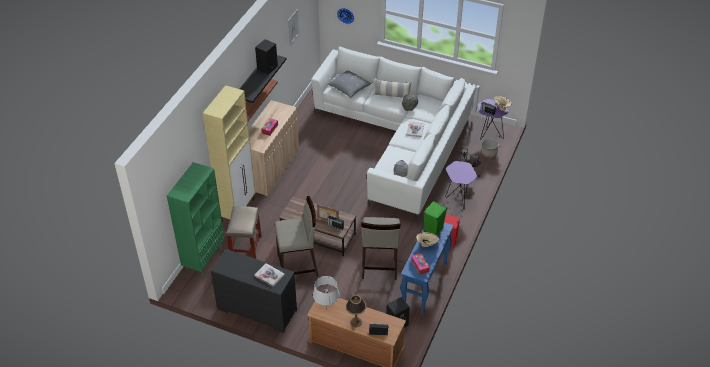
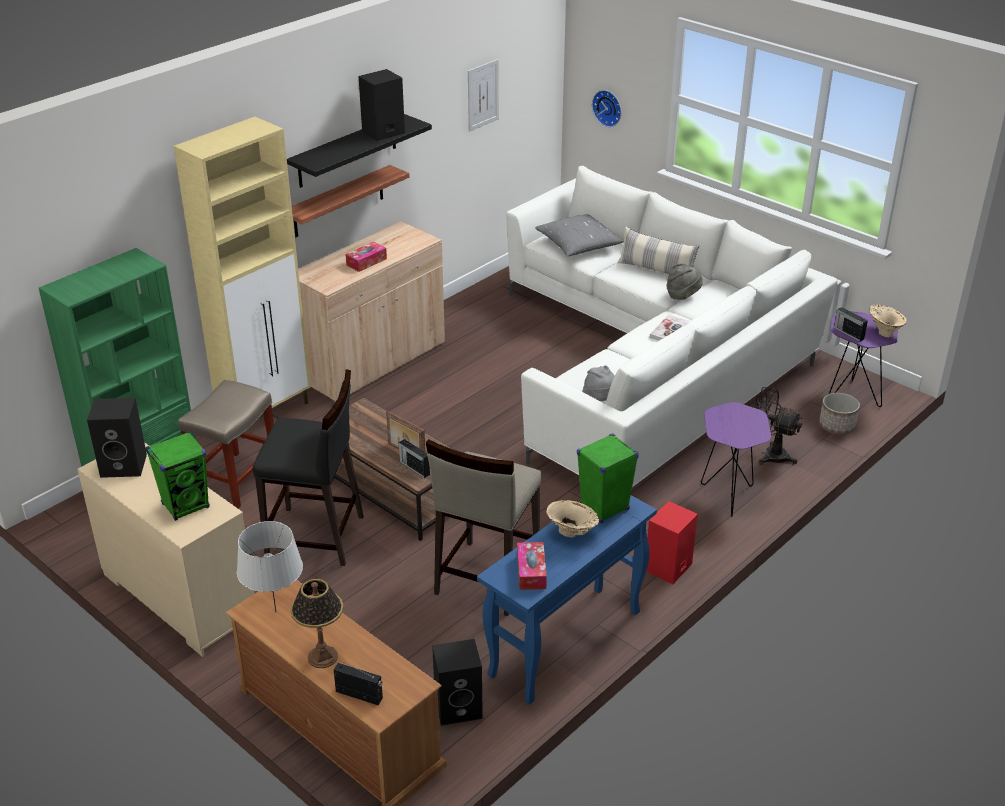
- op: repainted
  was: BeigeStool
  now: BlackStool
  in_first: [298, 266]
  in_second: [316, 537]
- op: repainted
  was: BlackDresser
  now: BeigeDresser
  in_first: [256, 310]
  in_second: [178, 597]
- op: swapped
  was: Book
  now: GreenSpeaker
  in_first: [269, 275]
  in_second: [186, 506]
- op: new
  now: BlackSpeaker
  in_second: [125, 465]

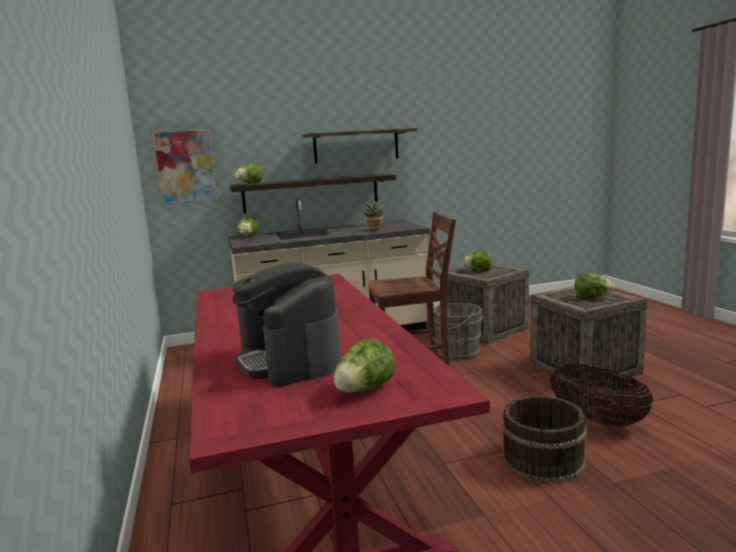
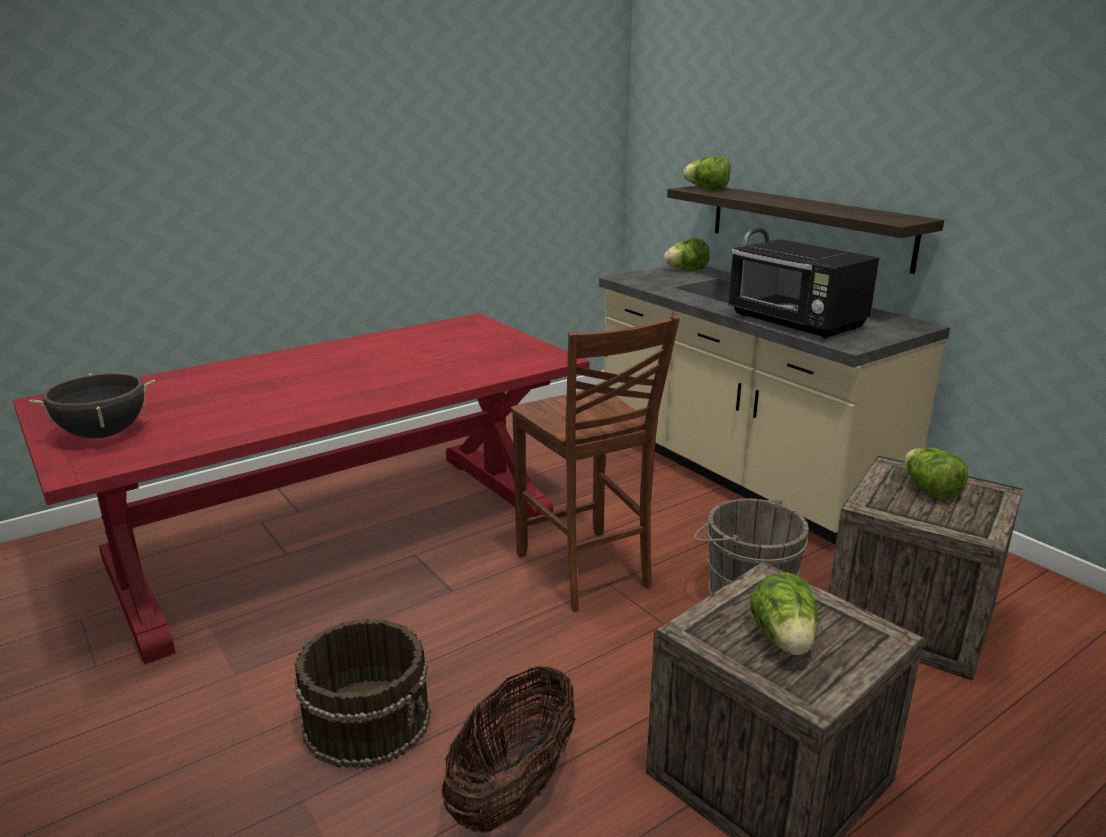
- op: gone
  was: Picture
  in_first: [185, 166]
- op: gone
  was: Shelf
  in_first: [356, 146]
- op: swapped
  was: PottedPlant
  now: BlackMicrowave
  in_first: [375, 230]
  in_second: [796, 323]
- op: gone
  was: CoffeeMachine
  in_first: [289, 360]
- op: swapped
  was: Lettuce
  now: BlackCookingPot
  in_first: [364, 390]
  in_second: [104, 434]

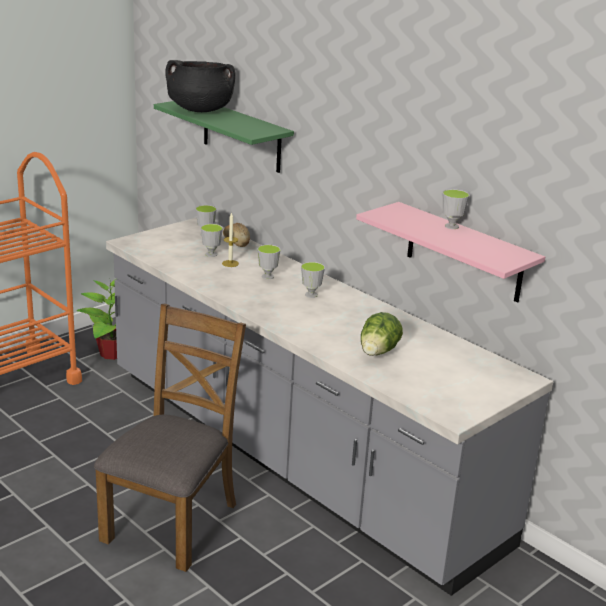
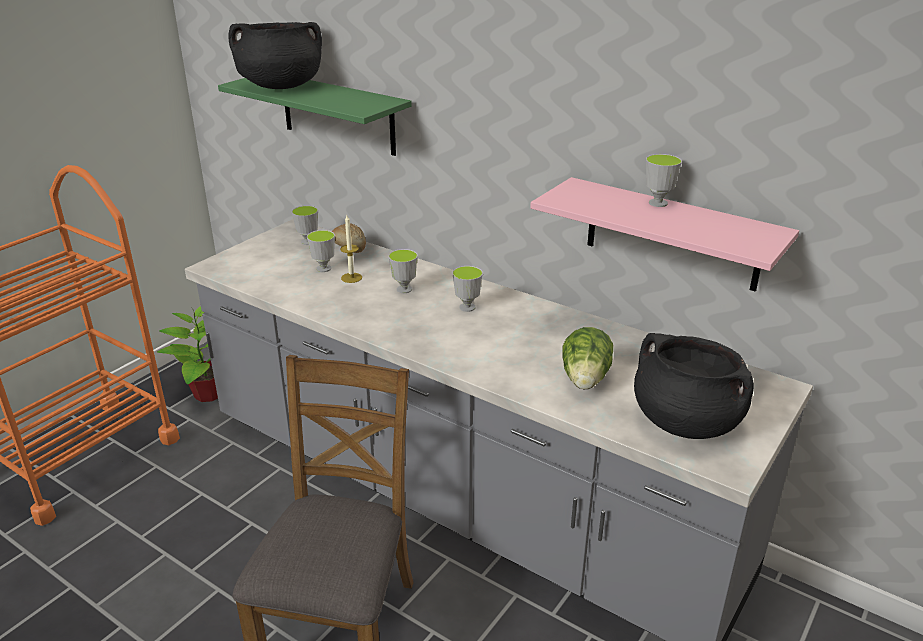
- op: new
  now: BlackCookingPot
  in_second: [685, 421]

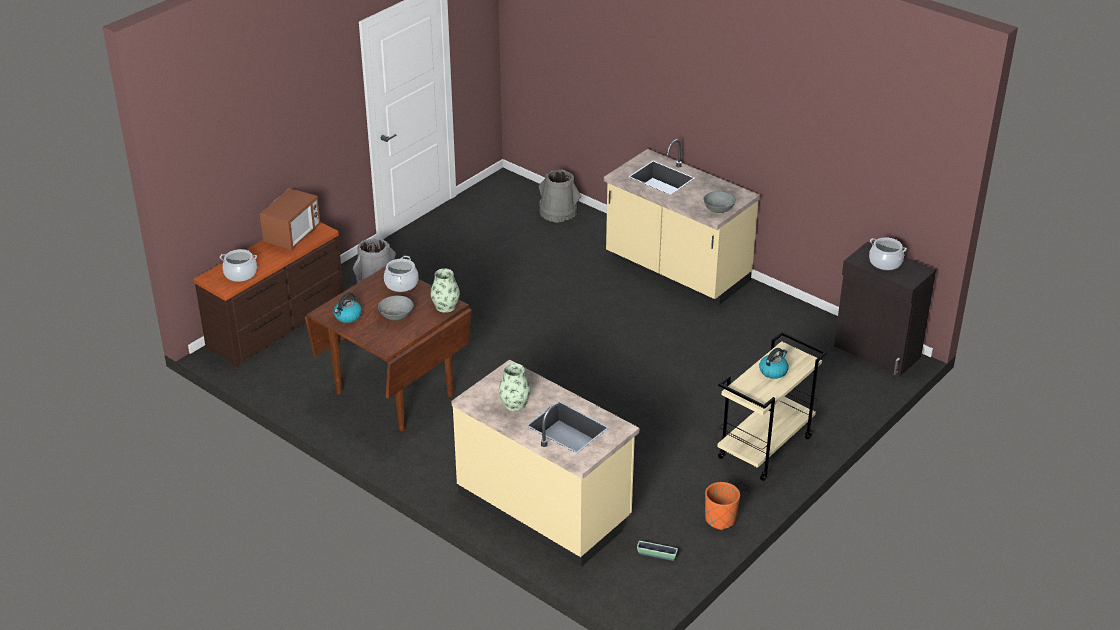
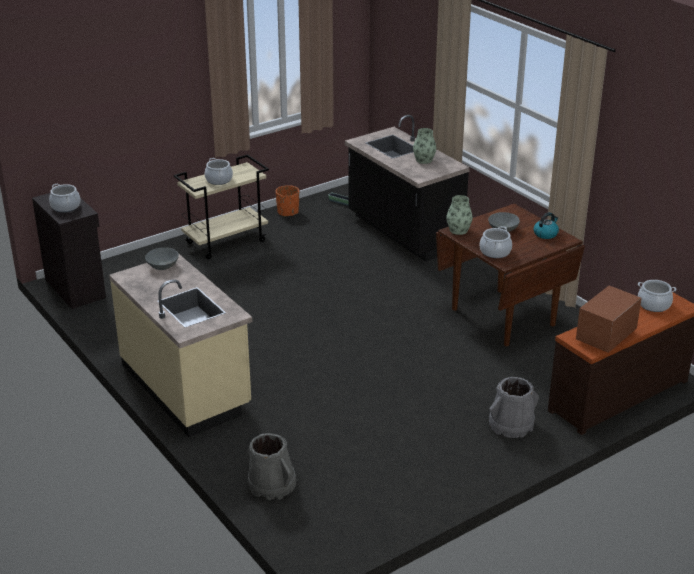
- op: swapped
  was: Kettle
  now: CookingPot
  in_first: [773, 371]
  in_second: [219, 180]
- op: repainted
  was: BeigeCounter
  now: BlackCounter
  in_first: [545, 507]
  in_second: [403, 233]

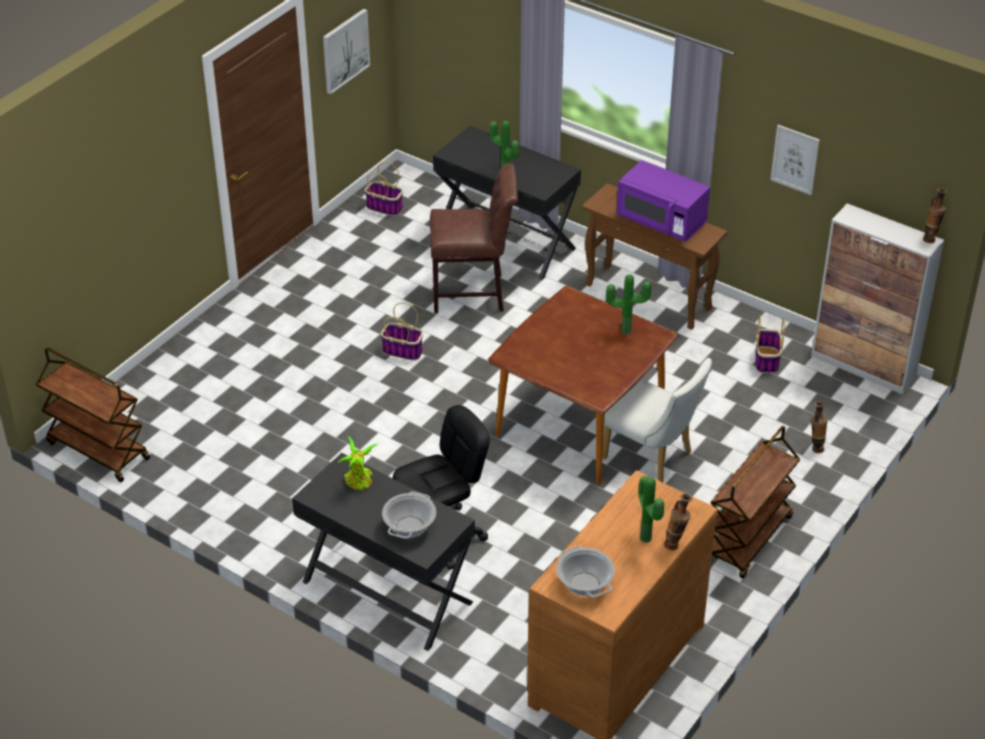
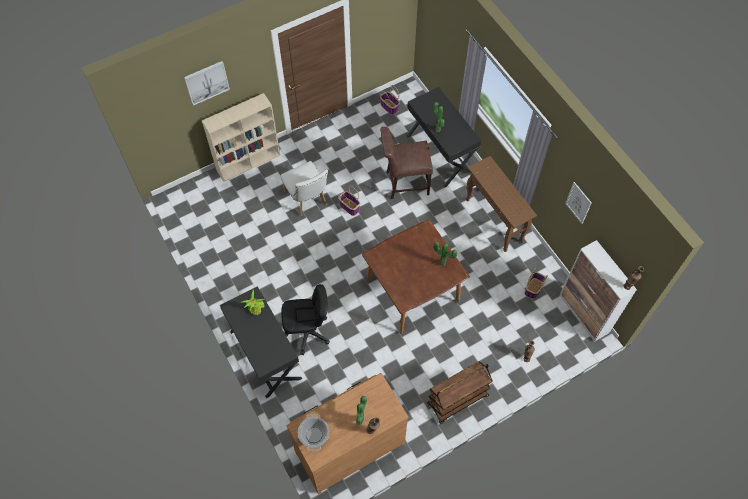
- op: shifted
  was: Picture
  in_first: [345, 50]
  in_second: [206, 82]
- op: gone
  was: PurpleMicrowave
  in_first: [661, 221]
- op: rotated
  was: BrownChair
  in_first: [473, 294]
  in_second: [404, 183]
  clockwise: 150
- op: gone
  was: BrownCart
  in_first: [97, 451]
- op: shifted
  was: WhiteChair
  in_first: [653, 457]
  in_second: [307, 200]
- op: gone
  was: CookingPot
  in_first: [409, 527]
- op: new
  now: BeigeBookcase
  in_second: [249, 162]

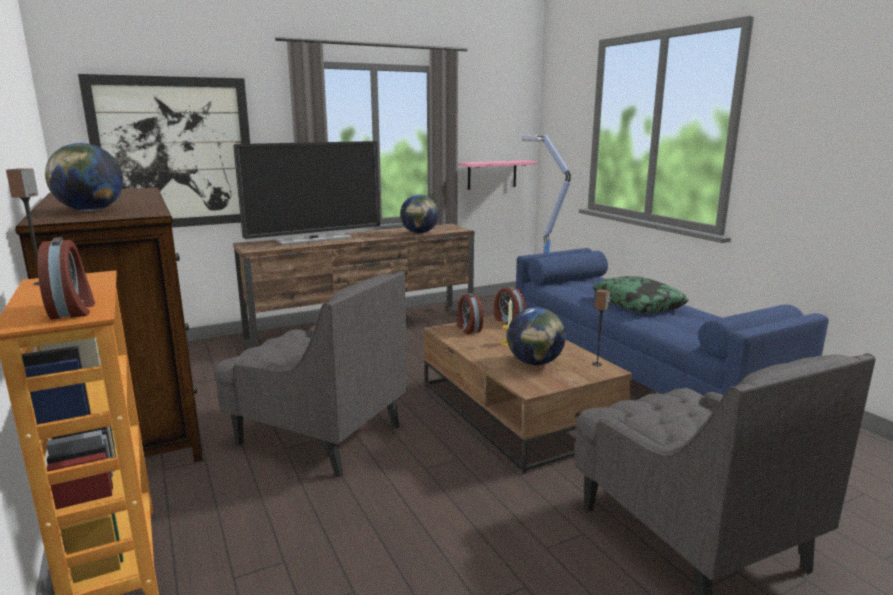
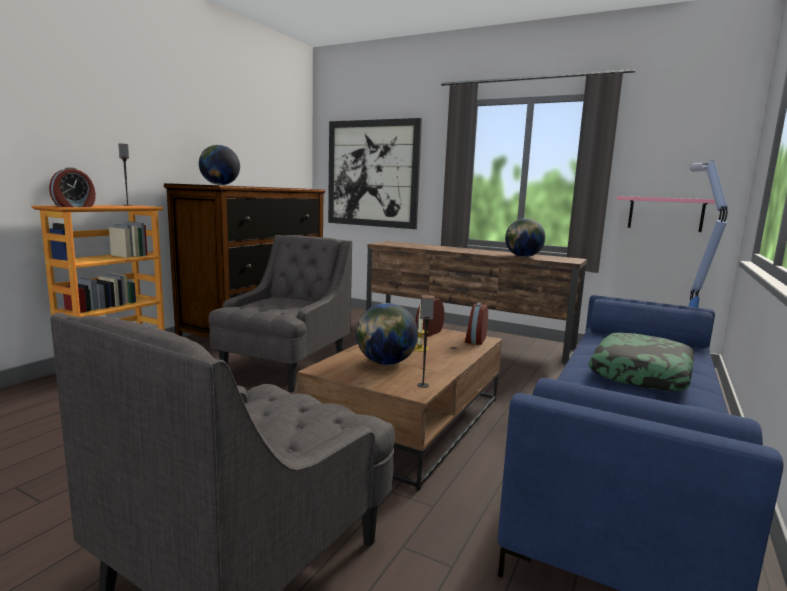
- op: gone
  was: Television
  in_first: [314, 239]
- op: rotated
  was: GreyArmchair
  in_first: [317, 434]
  in_second: [285, 368]
  clockwise: -150

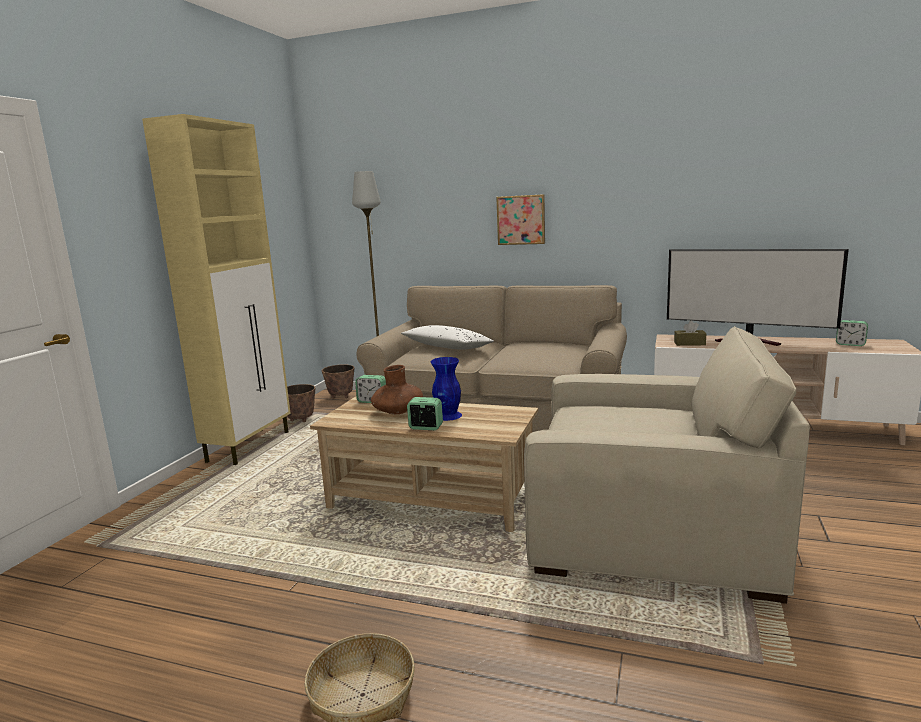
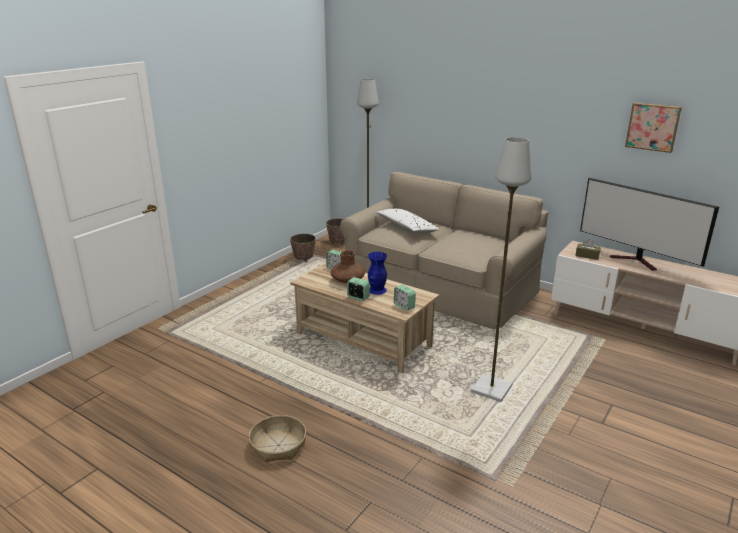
- op: gone
  was: BeigeCabinet
  in_first: [250, 446]
- op: shifted
  was: Picture
  in_first: [521, 220]
  in_second: [653, 126]
- op: shifted
  was: AlarmClock
  in_first: [850, 344]
  in_second: [404, 306]
- op: swapped
  was: BeigeArmchair
  now: GreyFloorLamp
  in_first: [652, 528]
  in_second: [492, 389]

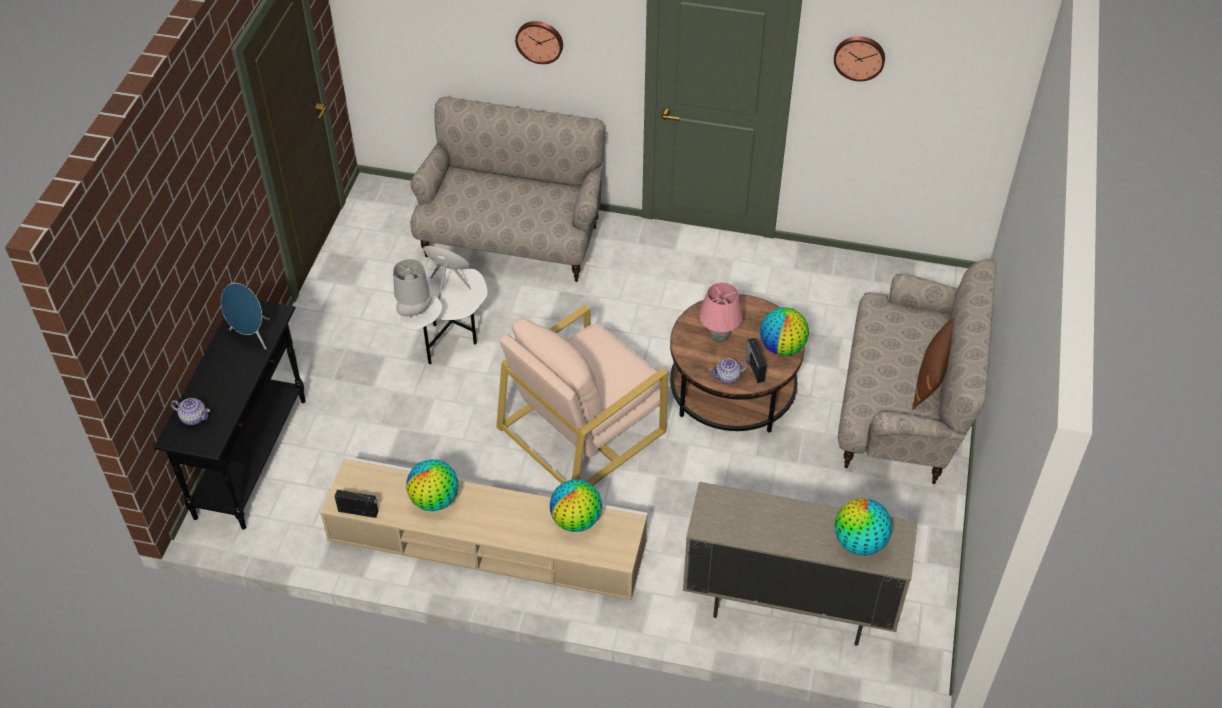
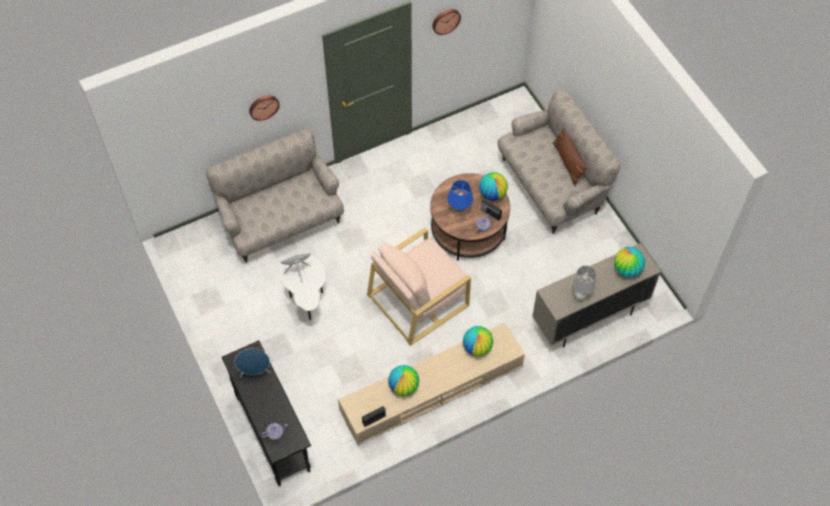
- op: shifted
  was: GreyTableLamp
  in_first: [415, 313]
  in_second: [581, 294]
- op: repainted
  was: PinkTableLamp
  now: BlueTableLamp
  in_first: [719, 337]
  in_second: [459, 209]
- op: rotated
  was: BeigeArmchair
  in_first: [582, 428]
  in_second: [418, 299]
  clockwise: 45

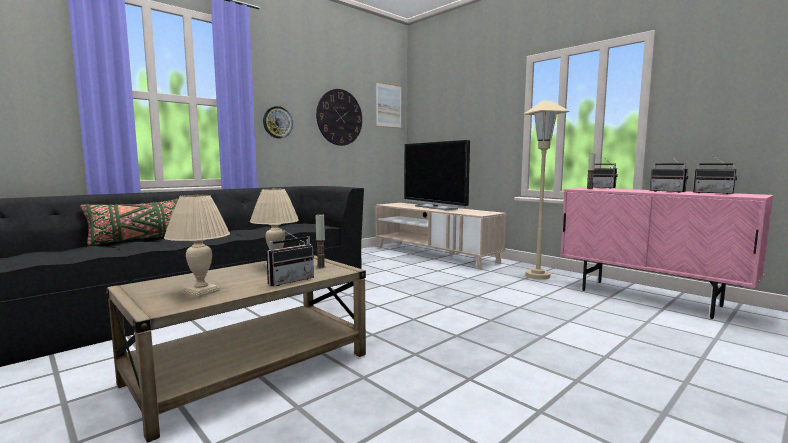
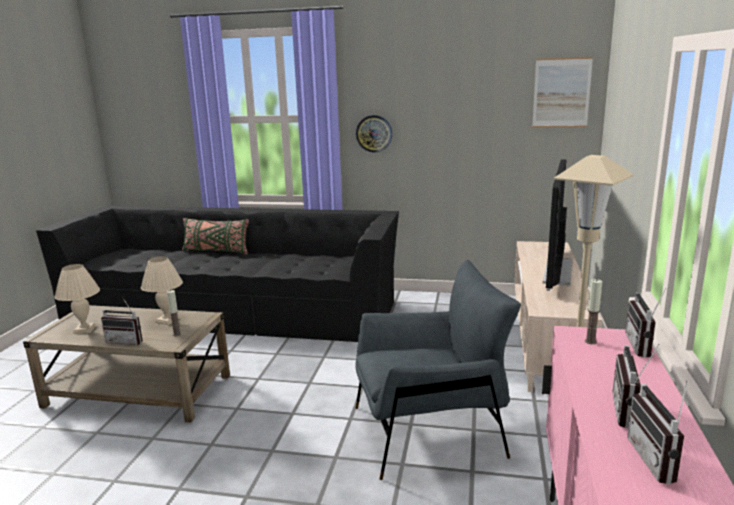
- op: gone
  was: WallClock
  in_first: [339, 117]
- op: new
  now: GreyArmchair
  in_second: [429, 431]

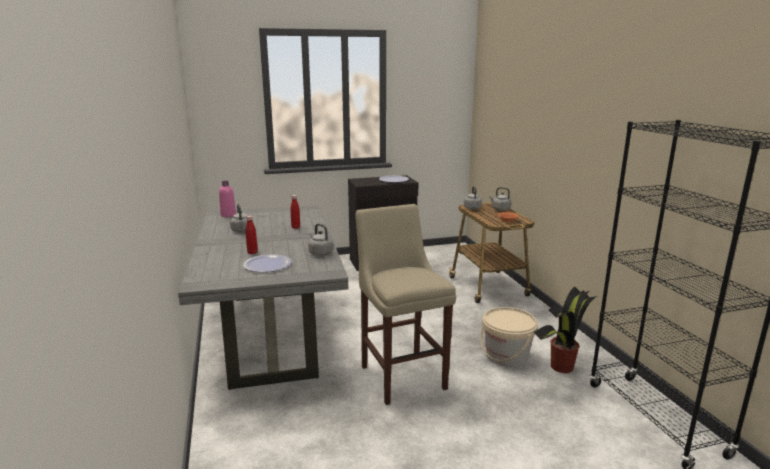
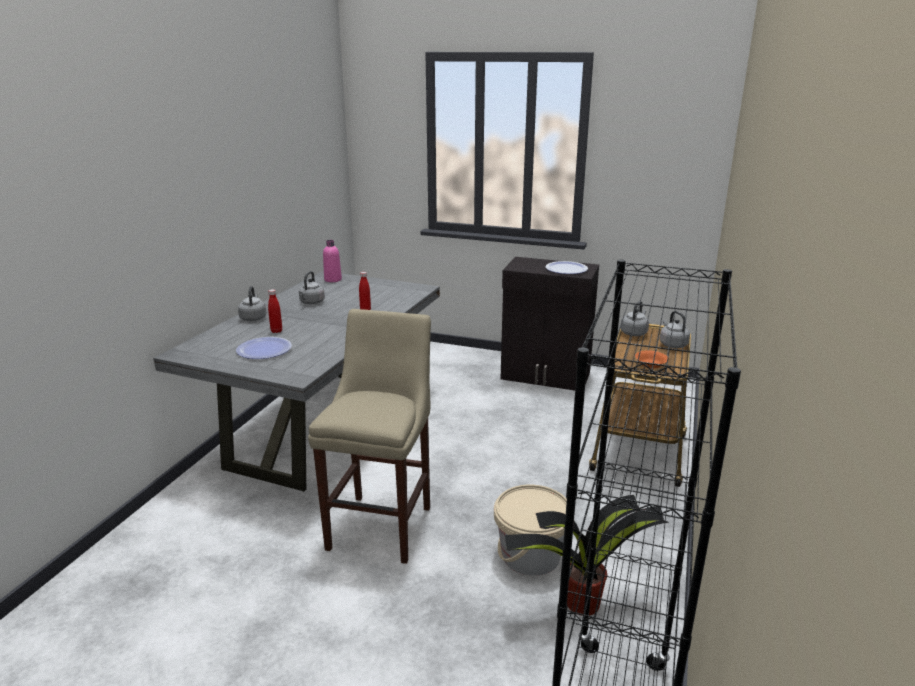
- op: shifted
  was: GreyKettle
  in_first: [320, 253]
  in_second: [253, 318]

